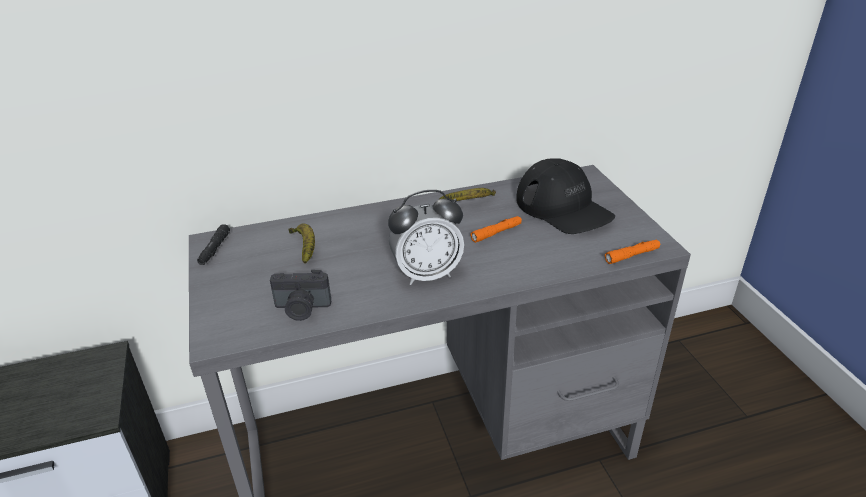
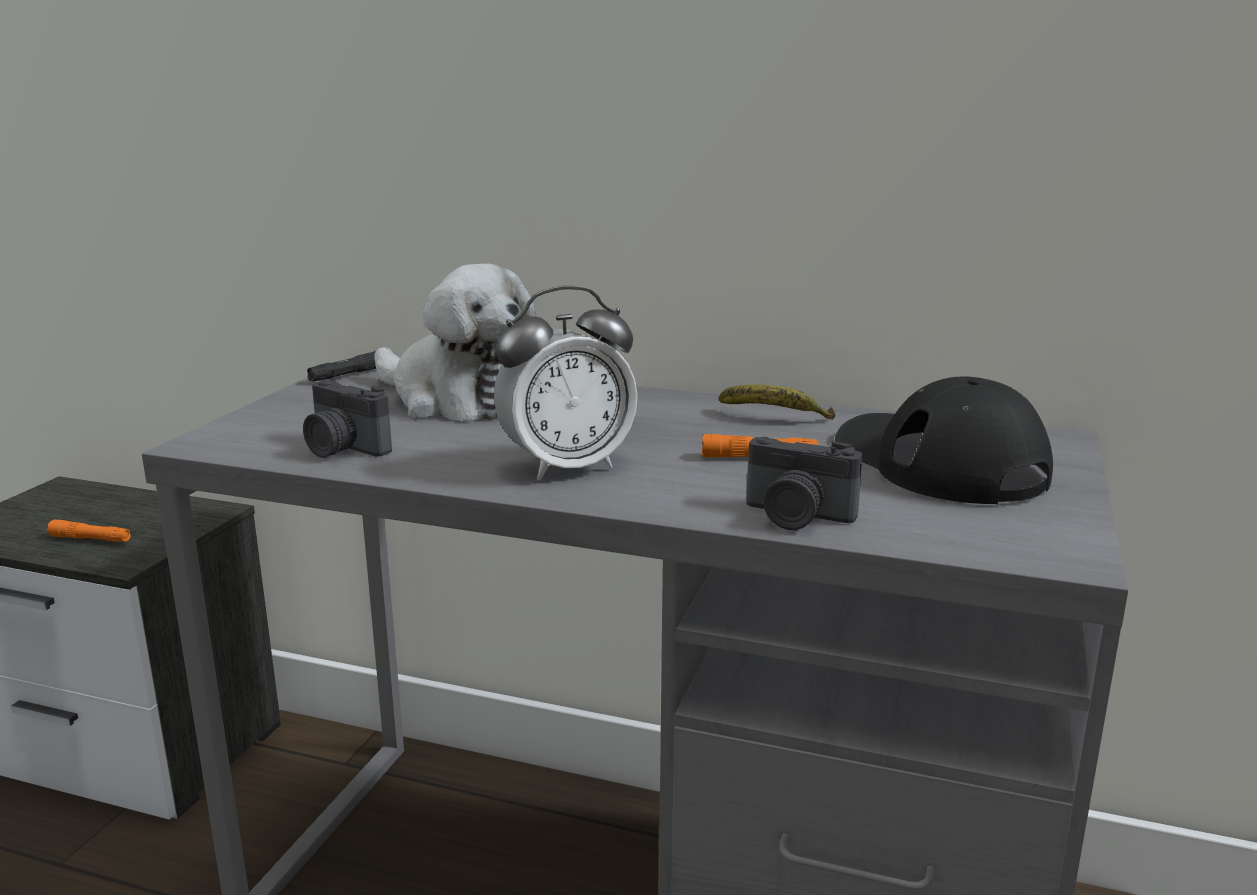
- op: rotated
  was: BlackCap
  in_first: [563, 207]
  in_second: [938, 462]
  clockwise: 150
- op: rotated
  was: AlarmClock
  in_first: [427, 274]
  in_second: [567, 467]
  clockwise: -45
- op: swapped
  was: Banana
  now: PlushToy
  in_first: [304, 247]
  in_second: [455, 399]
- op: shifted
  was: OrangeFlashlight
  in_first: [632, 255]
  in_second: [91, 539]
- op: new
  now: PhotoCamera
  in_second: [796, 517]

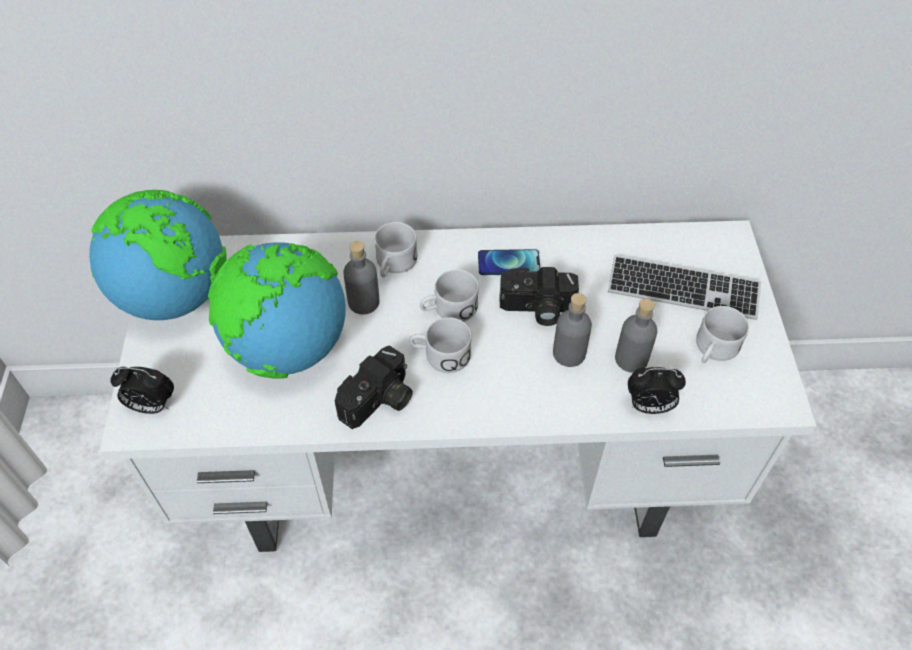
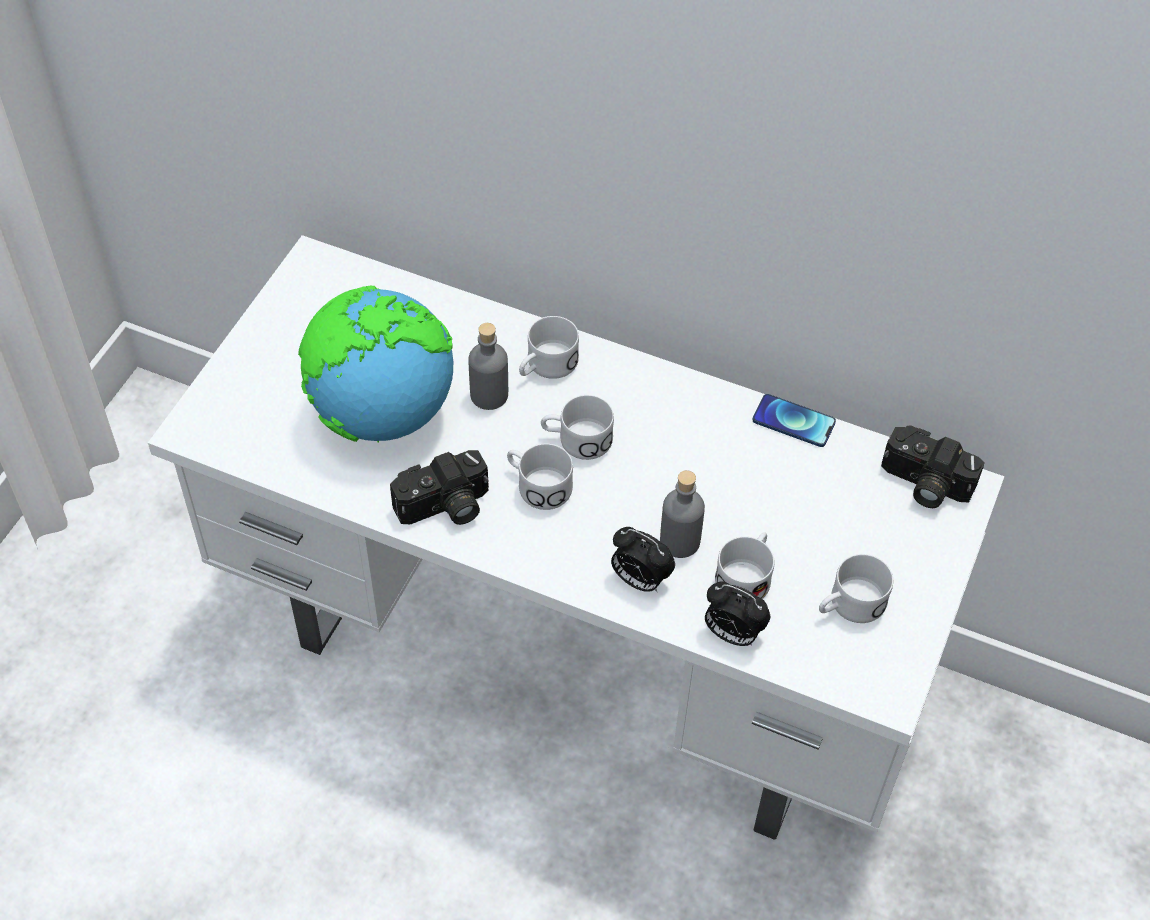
- op: gone
  was: Globe
  in_first: [175, 297]
- op: shifted
  was: Phone
  in_first: [508, 263]
  in_second: [793, 421]
- op: gone
  was: Keyboard
  in_first: [683, 290]
- op: shifted
  was: PhotoCamera
  in_first: [537, 309]
  in_second: [924, 484]
- op: swapped
  was: GreyBottle
  now: WhiteMug
  in_first: [631, 359]
  in_second: [746, 576]
- op: shifted
  was: AlarmClock
  in_first: [151, 406]
  in_second: [639, 580]

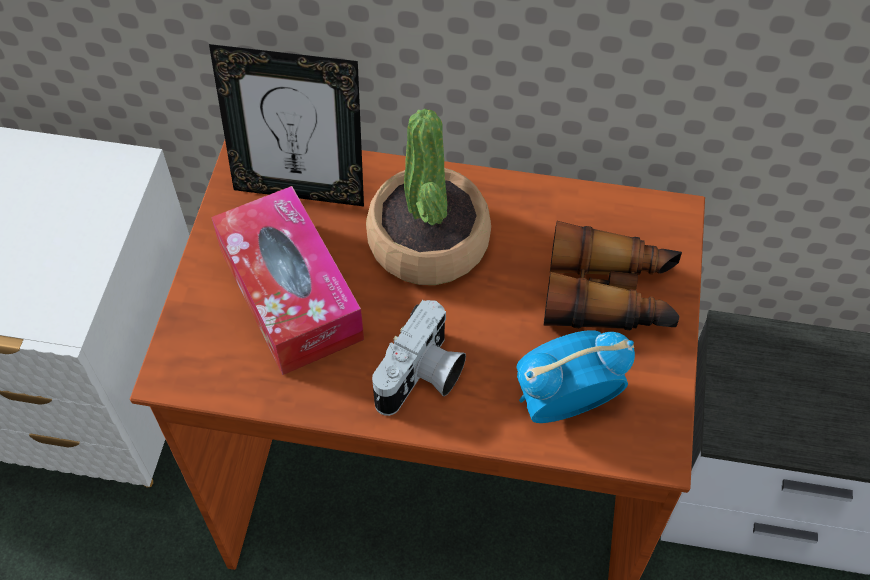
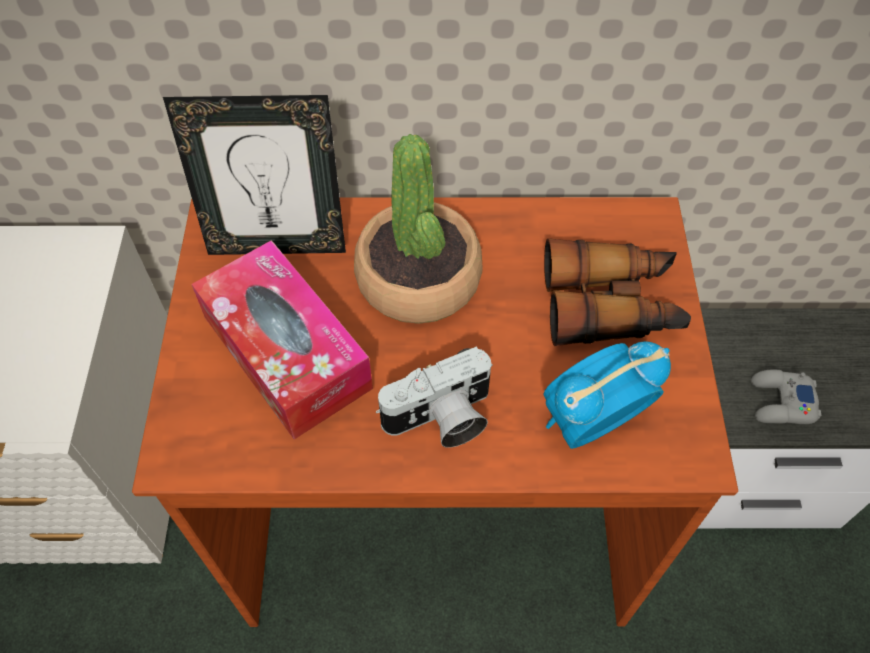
- op: rotated
  was: PhotoCamera
  in_first: [422, 378]
  in_second: [441, 420]
  clockwise: 45
- op: new
  now: GreyGameController
  in_second: [781, 403]

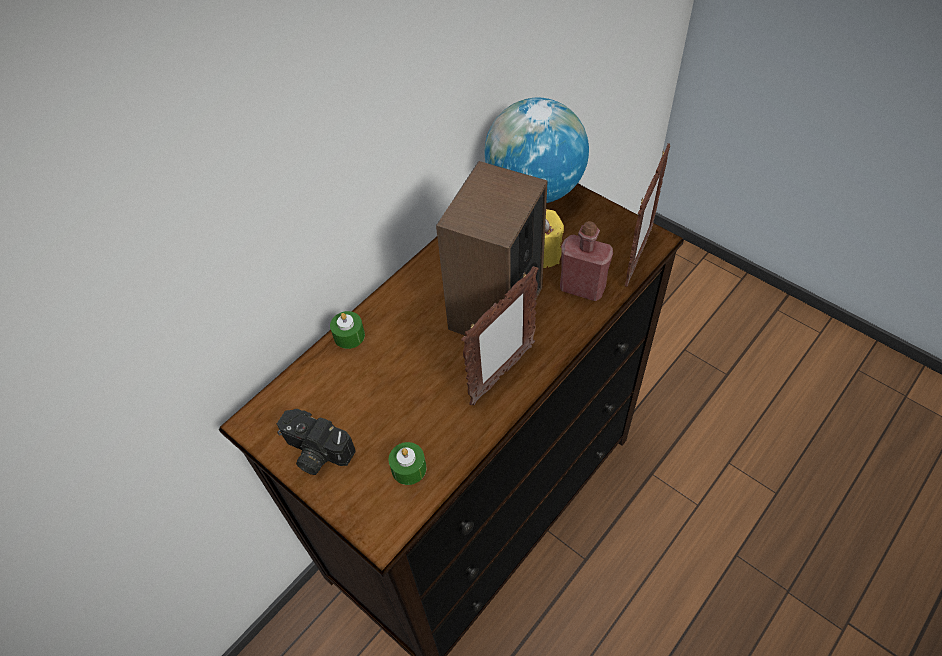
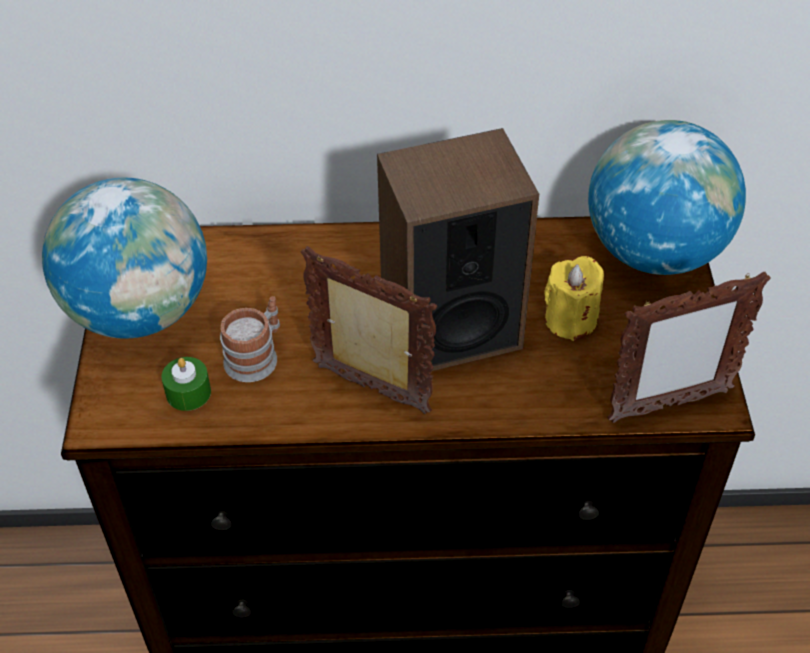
- op: gone
  was: RedBottle
  in_first: [582, 288]
- op: rotated
  was: PictureFrame
  in_first: [501, 375]
  in_second: [372, 390]
  clockwise: -150
- op: gone
  was: GreenCandle
  in_first: [349, 336]
- op: swapped
  was: PhotoCamera
  now: Globe
  in_first: [314, 452]
  in_second: [140, 311]
- op: new
  now: Mug
  in_second: [256, 356]

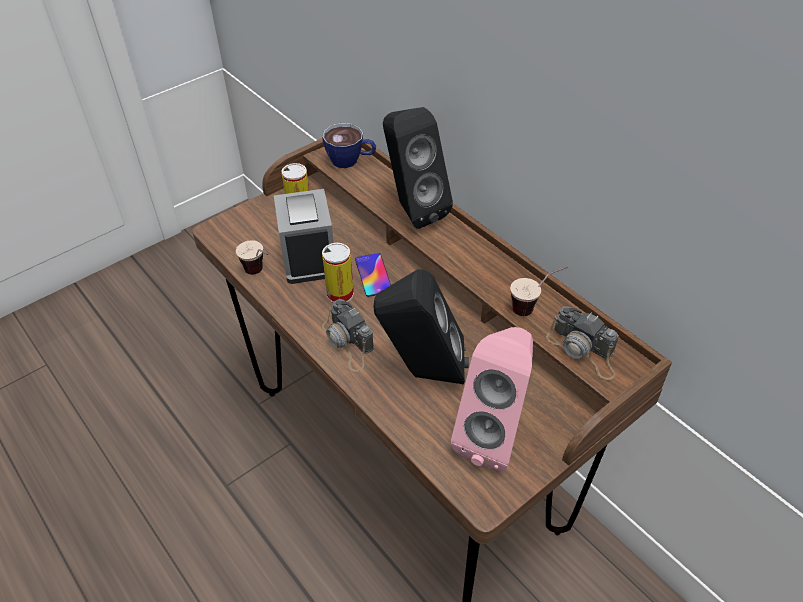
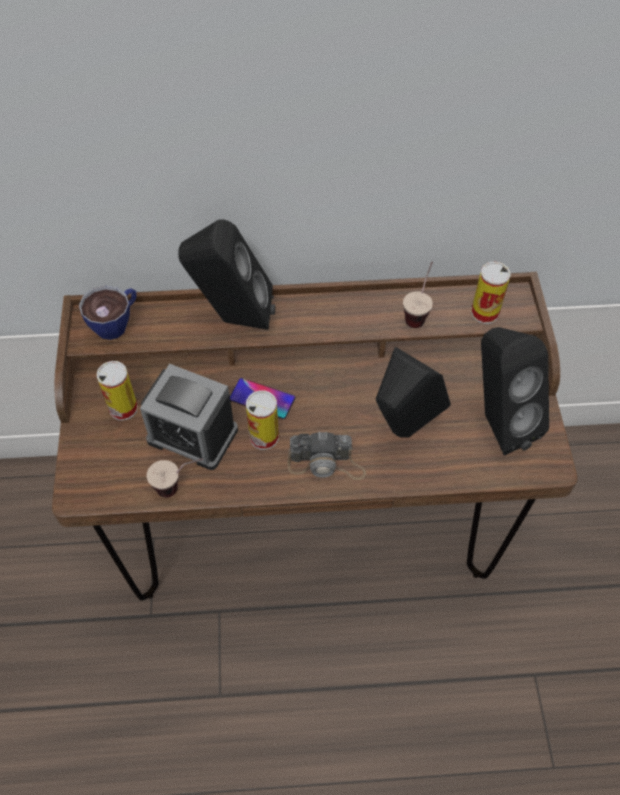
- op: swapped
  was: PhotoCamera
  now: Can
  in_first: [583, 350]
  in_second: [484, 313]
- op: repainted
  was: PinkSpeaker
  now: BlackSpeaker
  in_first: [493, 435]
  in_second: [497, 422]

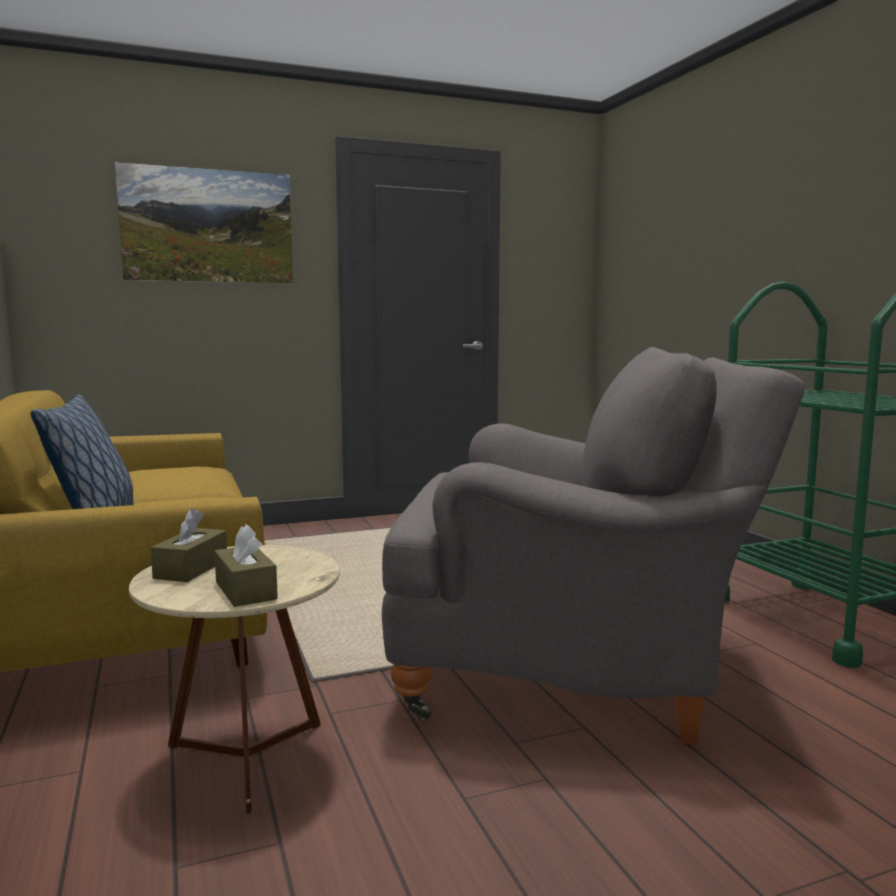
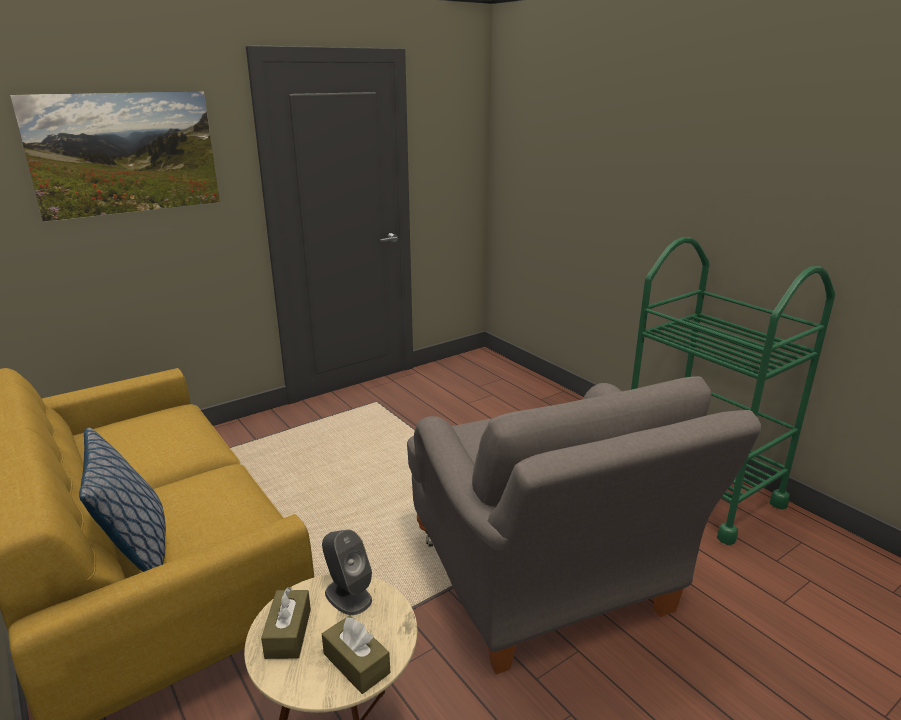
- op: rotated
  was: GreyArmchair
  in_first: [570, 670]
  in_second: [546, 585]
  clockwise: 75
- op: new
  now: GreySpeaker
  in_second: [347, 595]

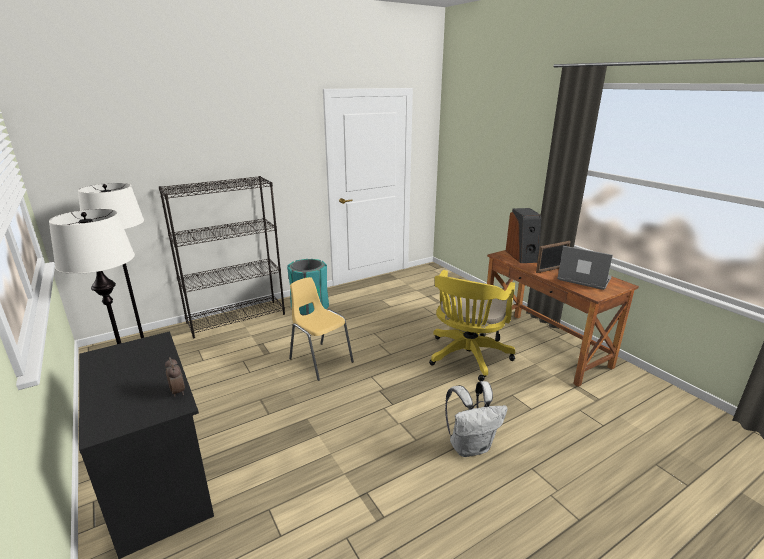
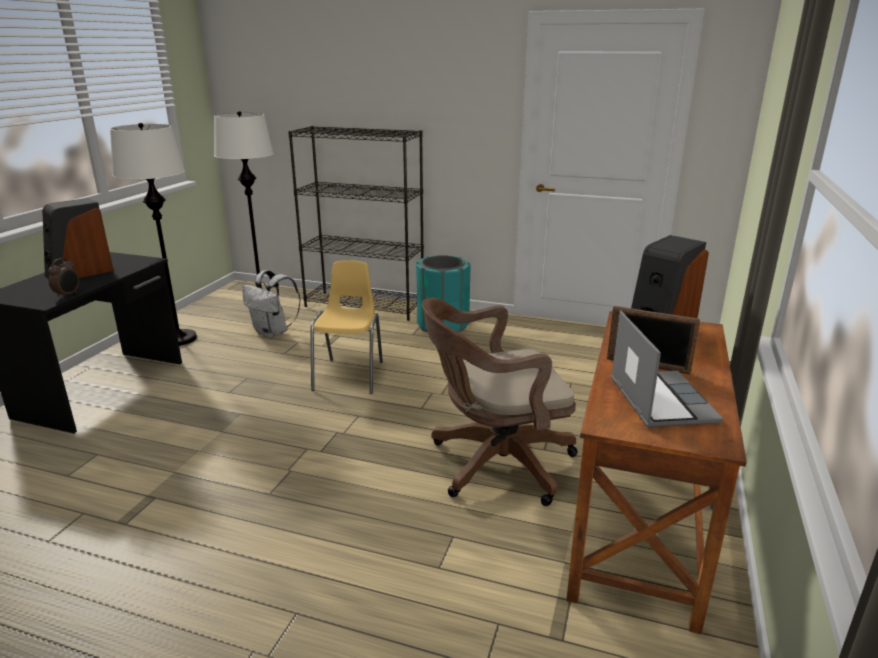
- op: repainted
  was: YellowOfficeChair
  now: BrownOfficeChair
  in_first: [467, 358]
  in_second: [494, 464]
- op: shifted
  was: WhiteBackpack
  in_first: [470, 446]
  in_second: [273, 332]
- op: new
  now: Speaker
  in_second: [80, 273]

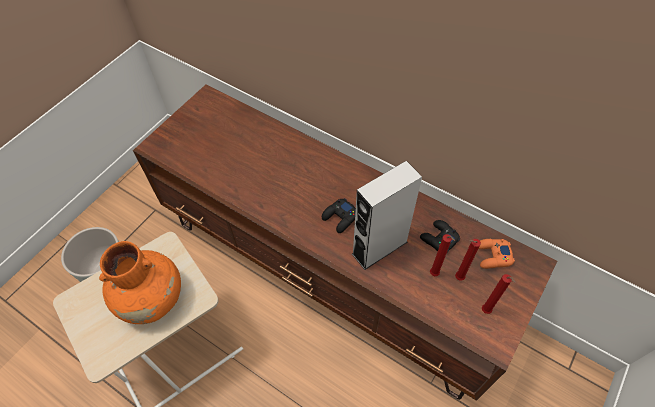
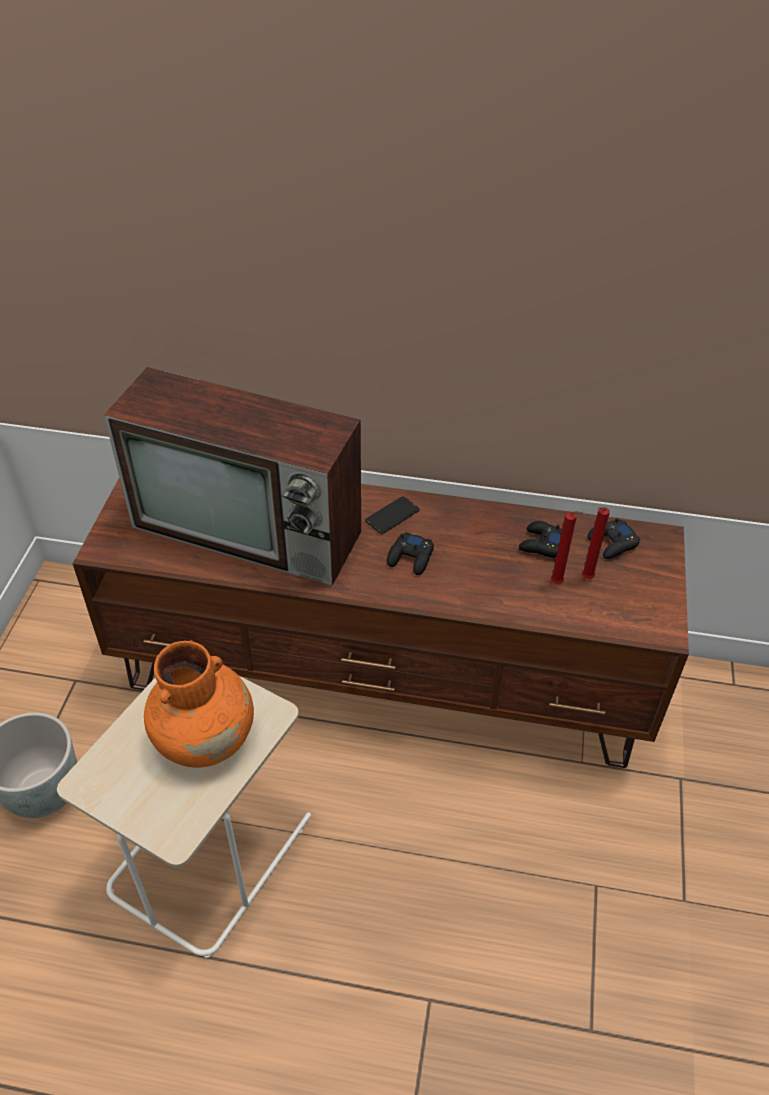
- op: gone
  was: GreySpeaker
  in_first: [379, 248]
- op: repainted
  was: OrangeGameController
  now: BlackGameController
  in_first: [493, 256]
  in_second: [612, 543]
- op: gone
  was: RedCandle
  in_first: [486, 312]
- op: new
  now: Television
  in_second: [251, 530]
- op: new
  now: Phone
  in_second: [392, 516]

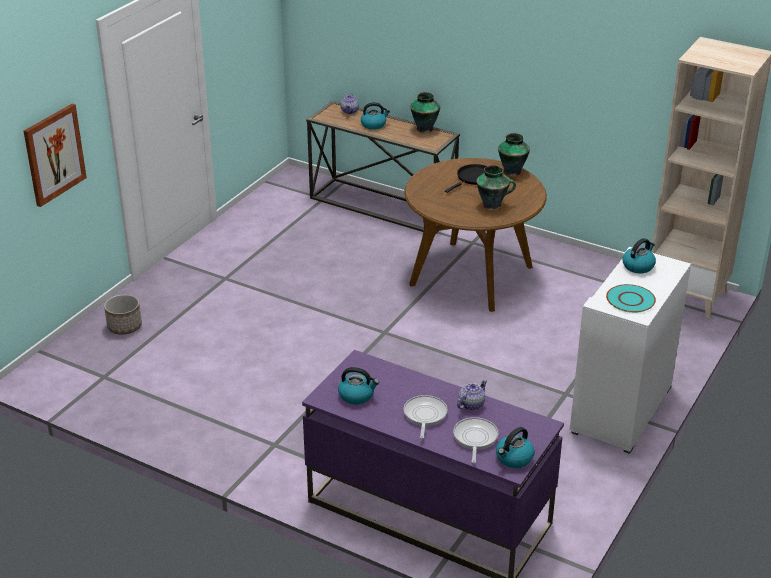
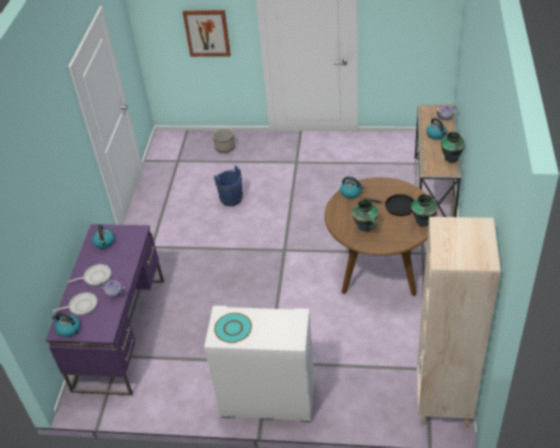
- op: shifted
  was: Kettle
  in_first: [638, 266]
  in_second: [351, 193]
- op: new
  now: BlueBucket
  in_second: [230, 198]

